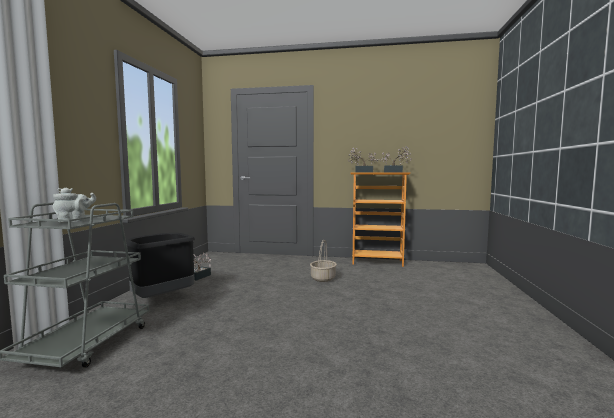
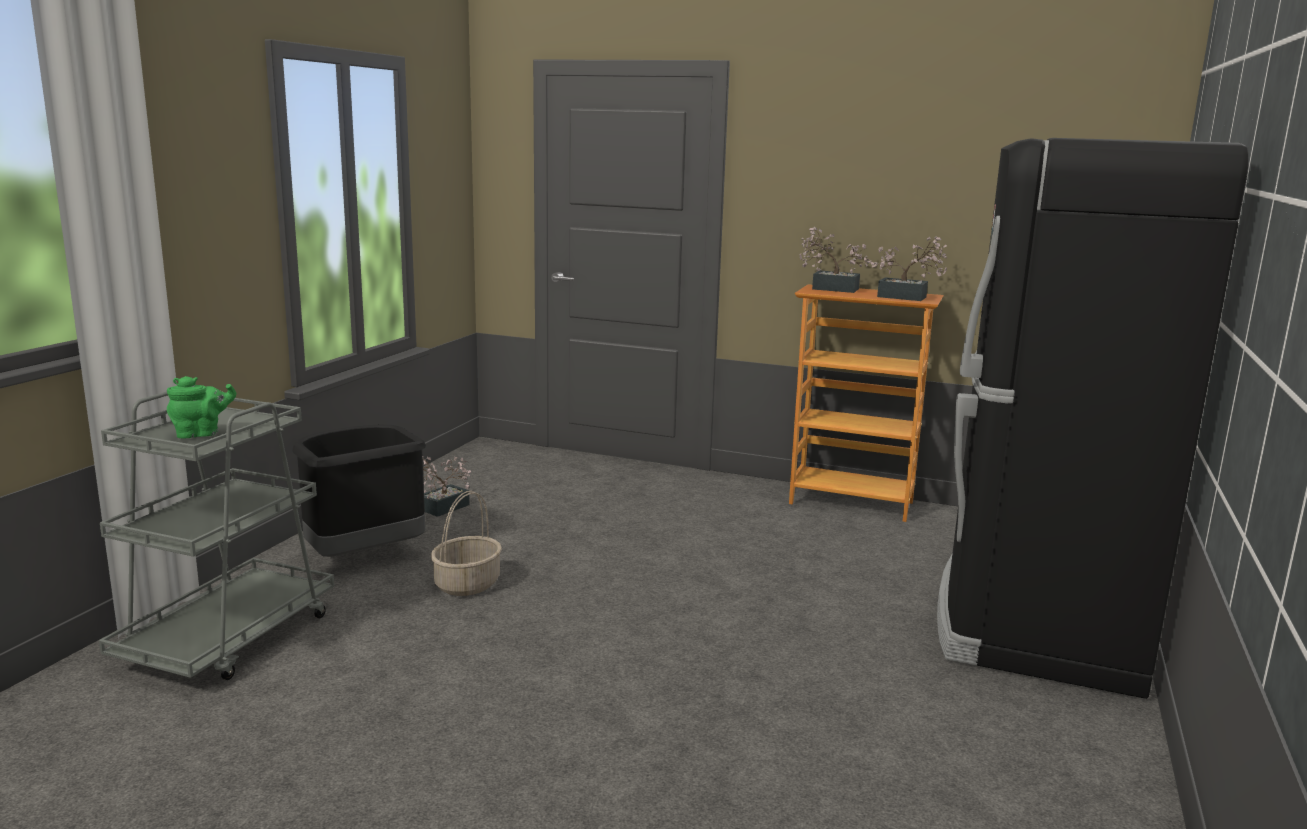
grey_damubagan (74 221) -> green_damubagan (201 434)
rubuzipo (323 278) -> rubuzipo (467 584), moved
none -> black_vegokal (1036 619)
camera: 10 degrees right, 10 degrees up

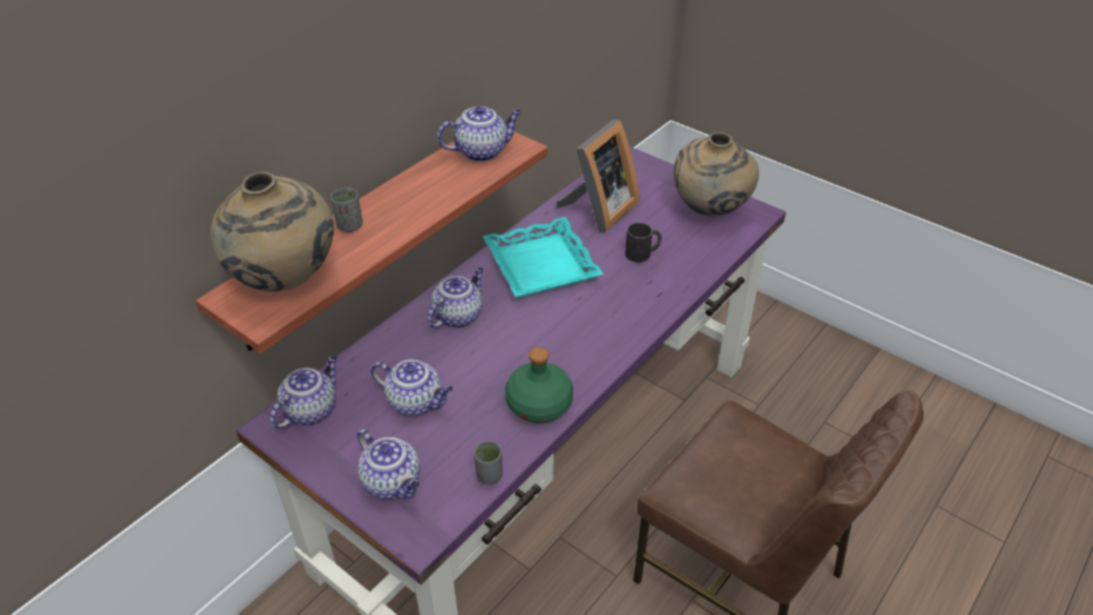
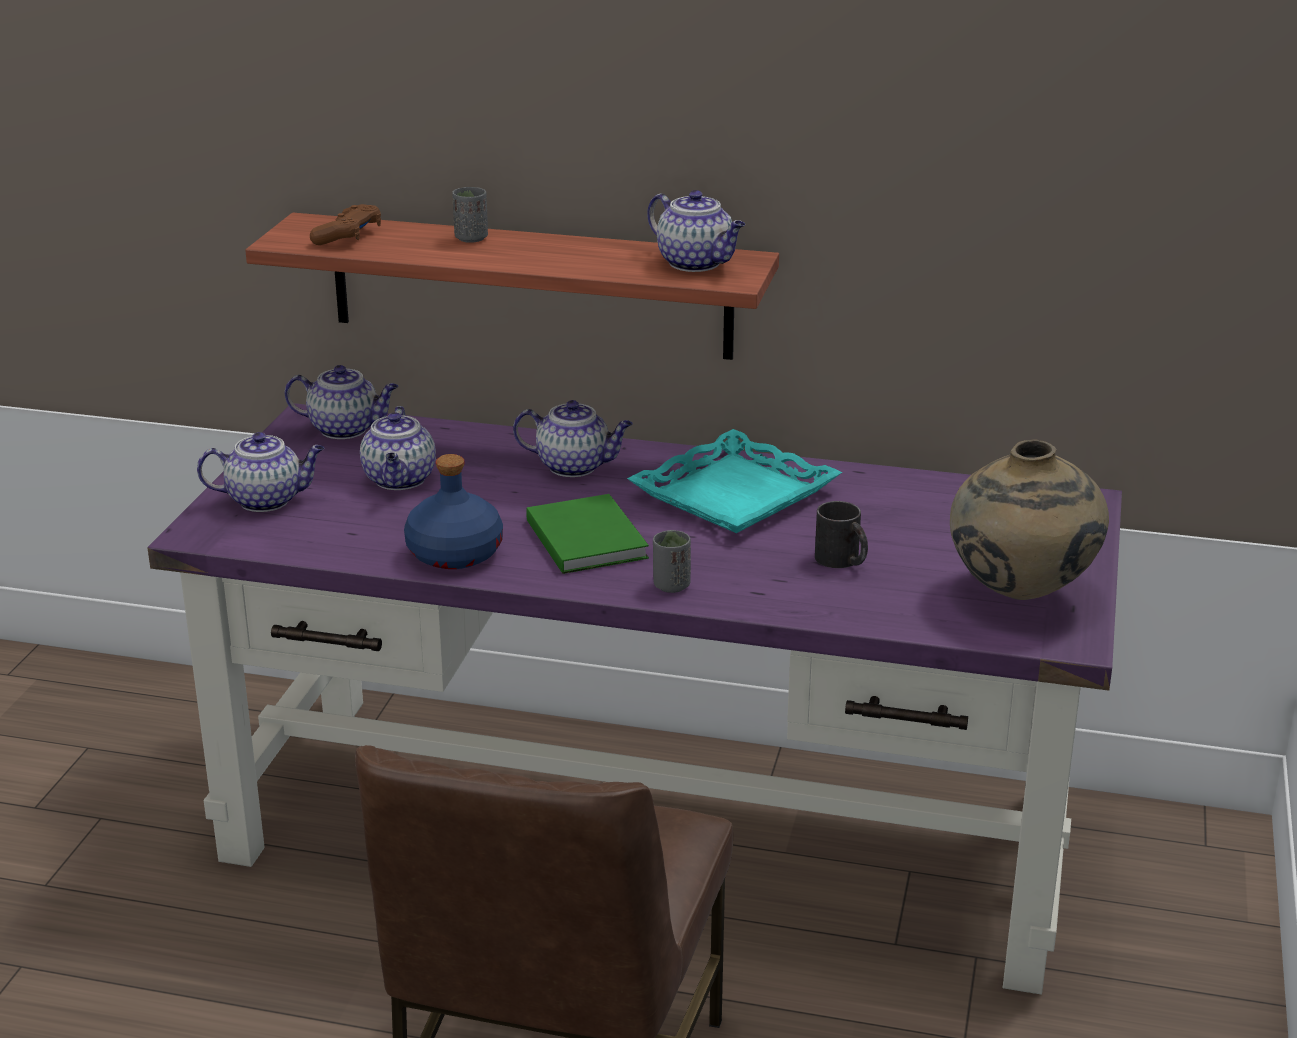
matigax (599 210) -> none
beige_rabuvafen (287 282) -> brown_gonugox (348 236)
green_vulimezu (538 404) -> blue_vulimezu (453 553)
damubagan (393 483) -> damubagan (267 500), 120 degrees counterclockwise
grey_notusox (489 475) -> grey_notusox (671 586), moved
none -> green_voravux (587 537)
camera: 65 degrees right, 15 degrees down

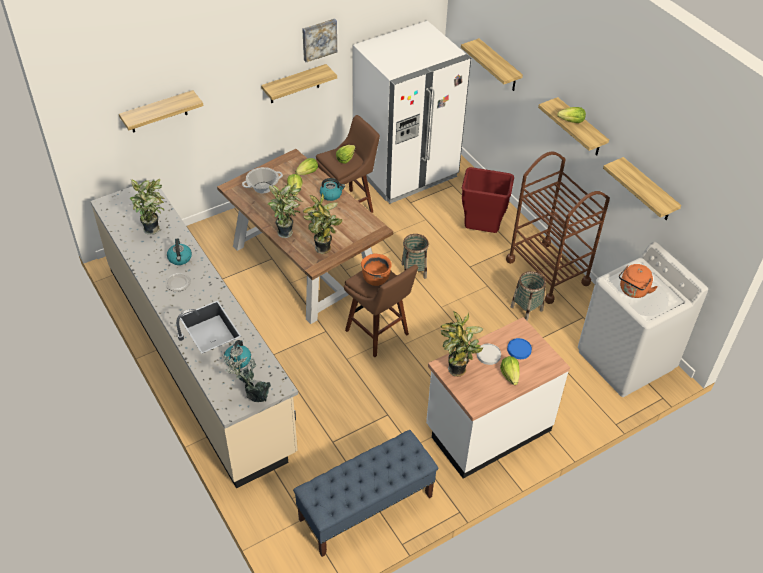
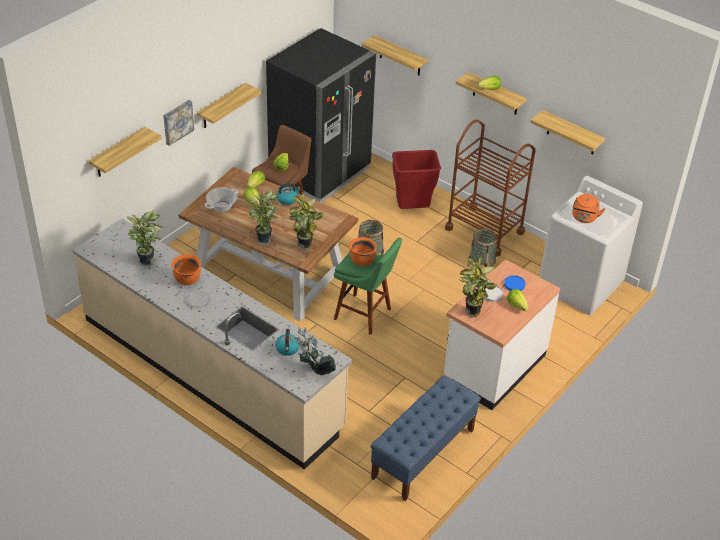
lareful (319 39) -> lareful (177 121), moved
white_vegokal (405 172) -> black_vegokal (320 173)
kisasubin (180 258) -> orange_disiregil (187 279)
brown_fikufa (379 334) -> green_fikufa (365 315)
camera: 20 degrees left, 5 degrees down

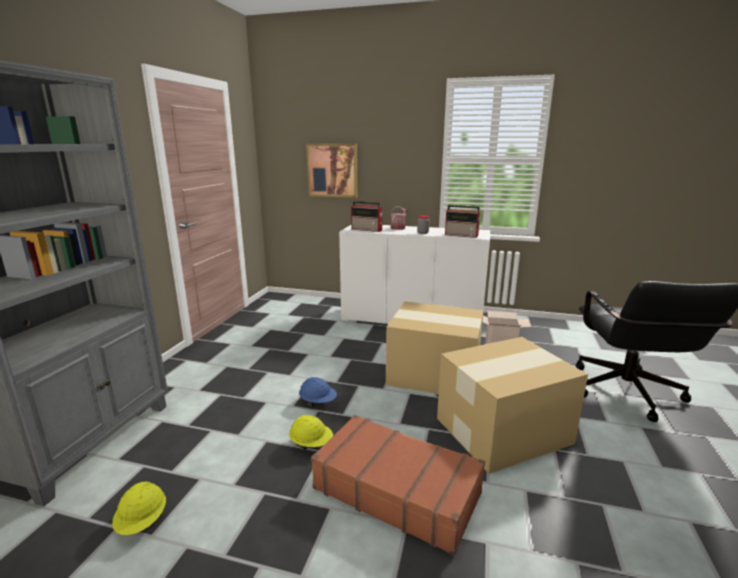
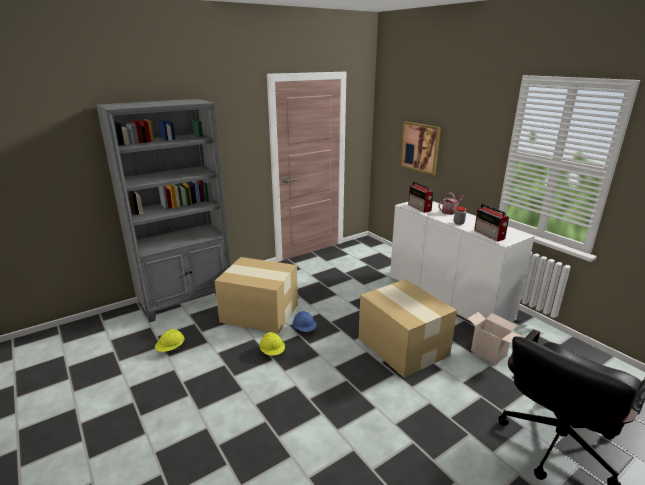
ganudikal (501 430) -> ganudikal (259 312), moved
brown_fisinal (396 490) -> none
camera: 40 degrees right, 5 degrees up

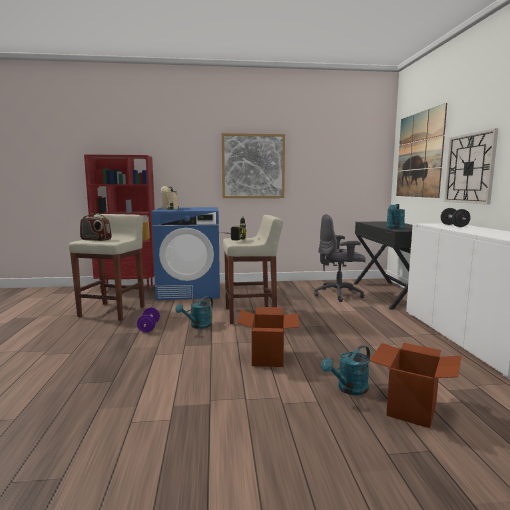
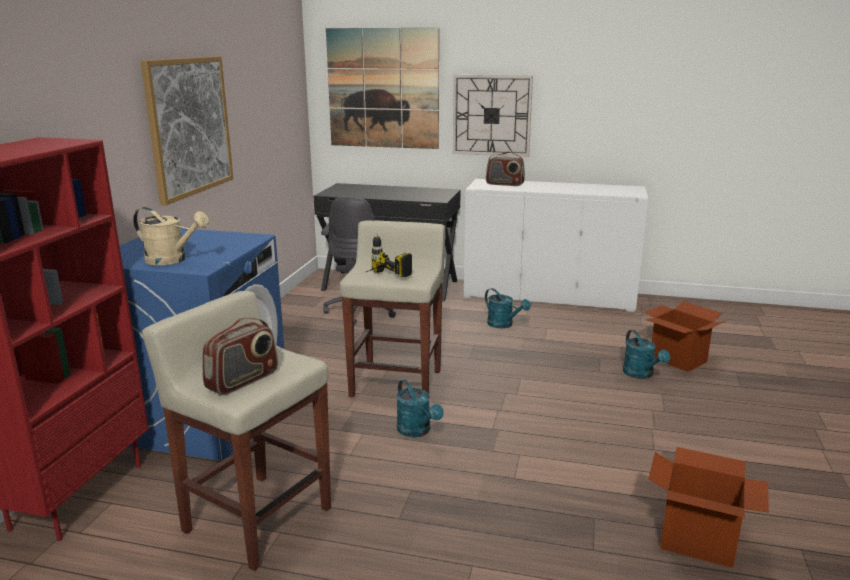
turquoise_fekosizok (394 228) -> turquoise_fekosizok (504 325), moved
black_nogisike (454 225) -> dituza (504 184)
ganudikal (268 358) -> ganudikal (698 541), moved
purple_nogisike (149 327) -> none
camera: 70 degrees left, 10 degrees up

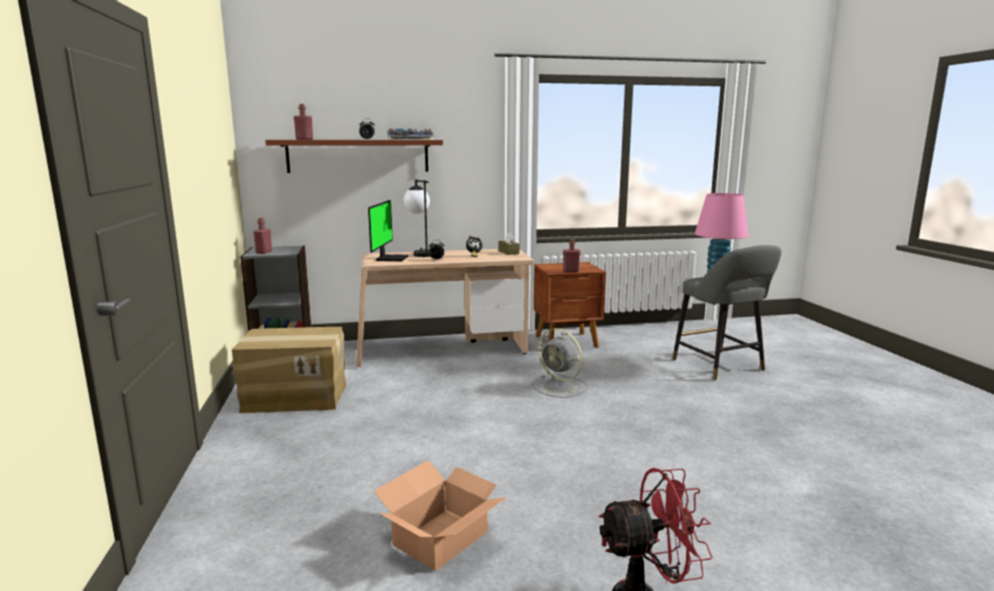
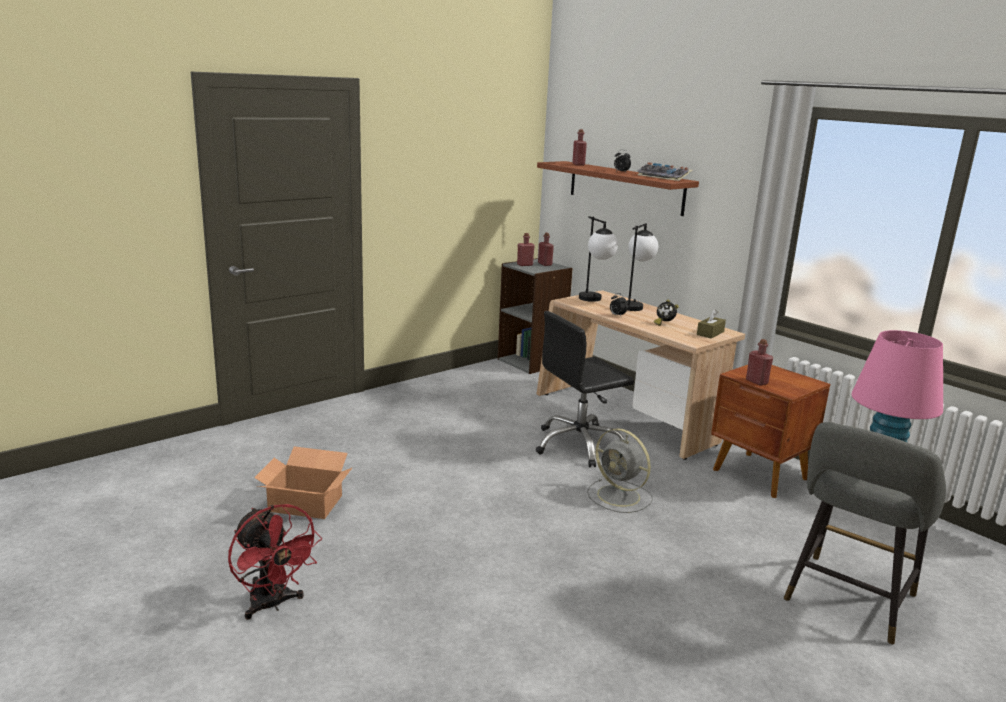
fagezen (390 258) -> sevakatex (594 301)
ganudikal (295 396) -> none
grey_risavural (560 387) -> grey_risavural (620 496), 60 degrees counterclockwise
none -> red_vulimezu (545 264)
none -> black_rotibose (579 445)
camera: 60 degrees right, 5 degrees up

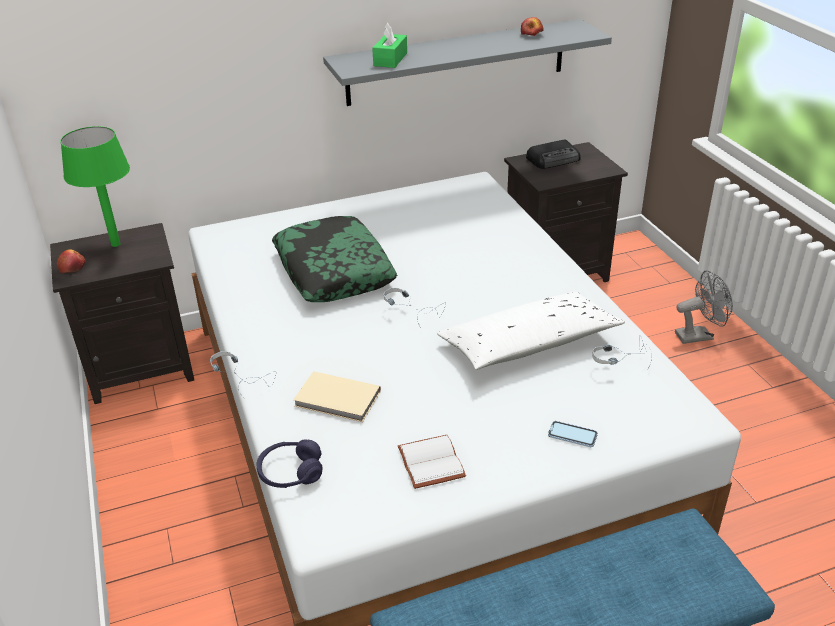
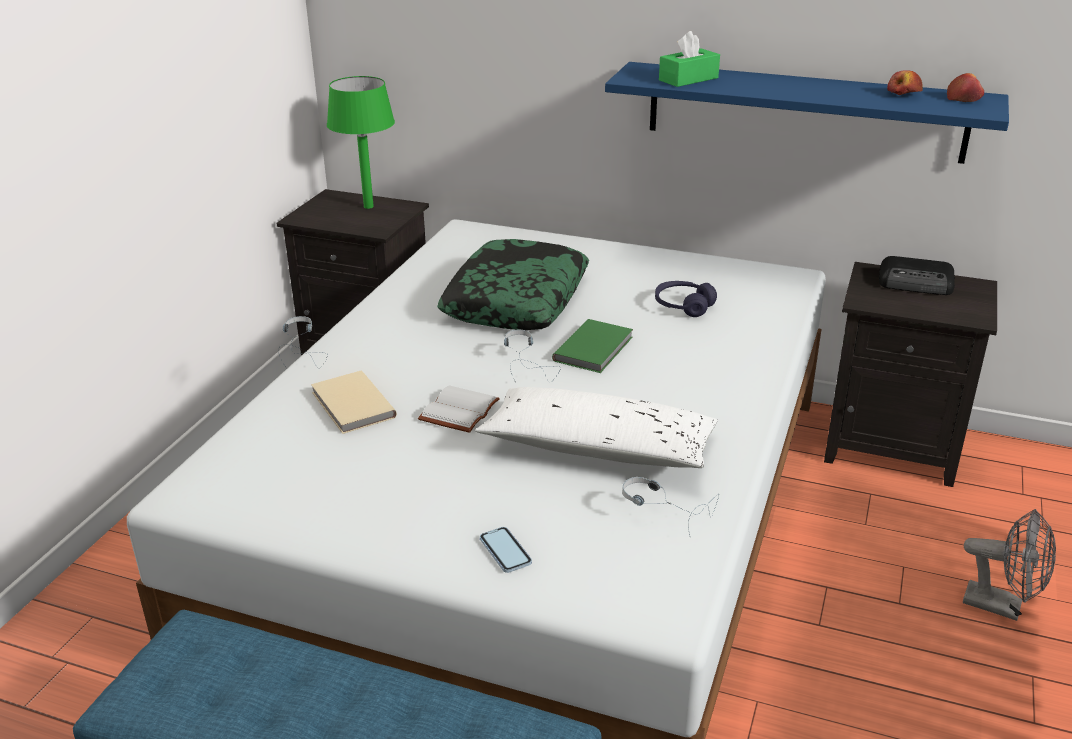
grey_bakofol (457 62) -> blue_bakofol (804 111)
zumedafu (72 266) -> zumedafu (964 98), moved
white_voravux (429 462) -> white_voravux (458 410), moved
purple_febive (290 472) -> purple_febive (683 306), moved
none -> green_voravux (595 348)
camera: 40 degrees right, 5 degrees down

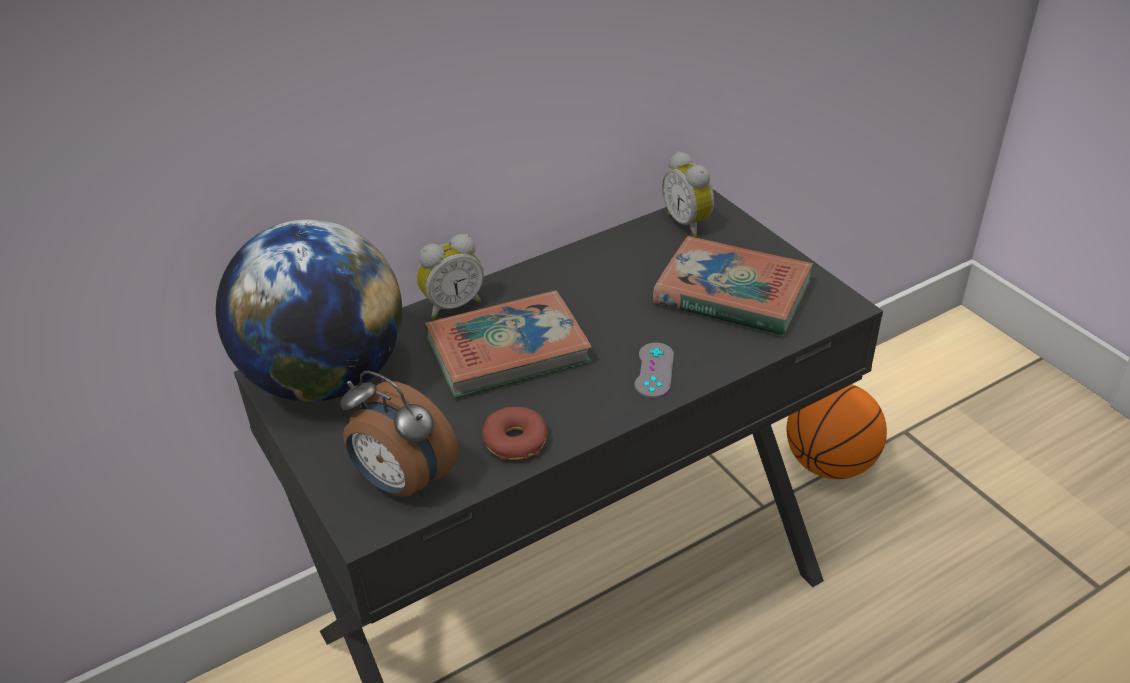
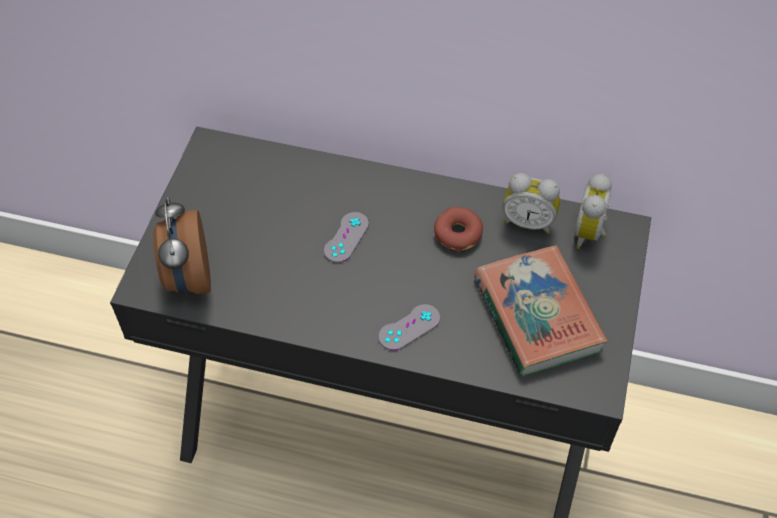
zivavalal (326 378) -> none
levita (452 305) -> levita (528 221), moved
voravux (508 351) -> grey_gonugox (346 237)
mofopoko (829 463) -> none
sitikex (515 441) -> sitikex (458 234), moved
camera: 45 degrees right, 15 degrees up

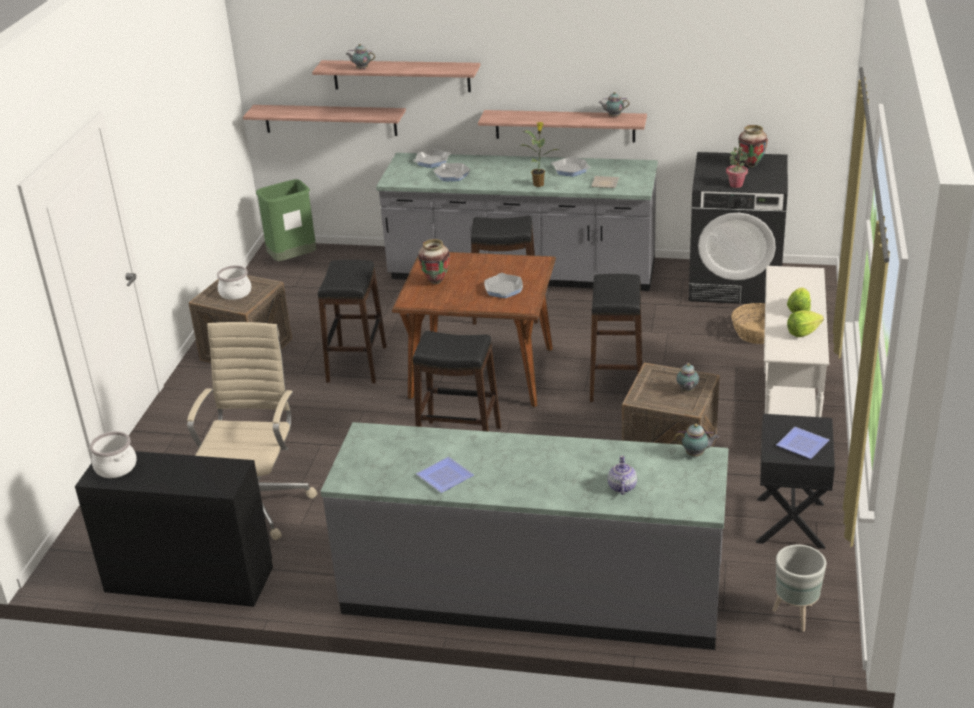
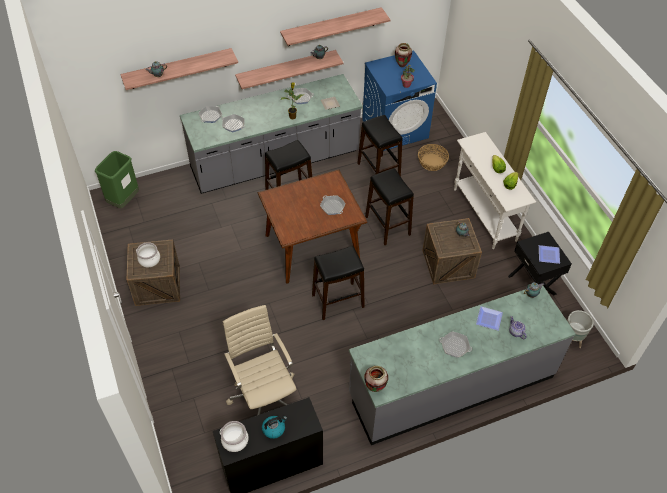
bakofol (330 120) -> bakofol (331 27), moved
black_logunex (735 283) -> blue_logunex (395 128)
rabuvafen (436 282) -> rabuvafen (375 388), moved
black_fikufa (356 364) -> black_fikufa (378 171), moved
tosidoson (445 475) -> tosidoson (488 318), moved
none -> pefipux (455 346)
none -> kisasubin (274 429)
camera: 35 degrees left, 20 degrees up

